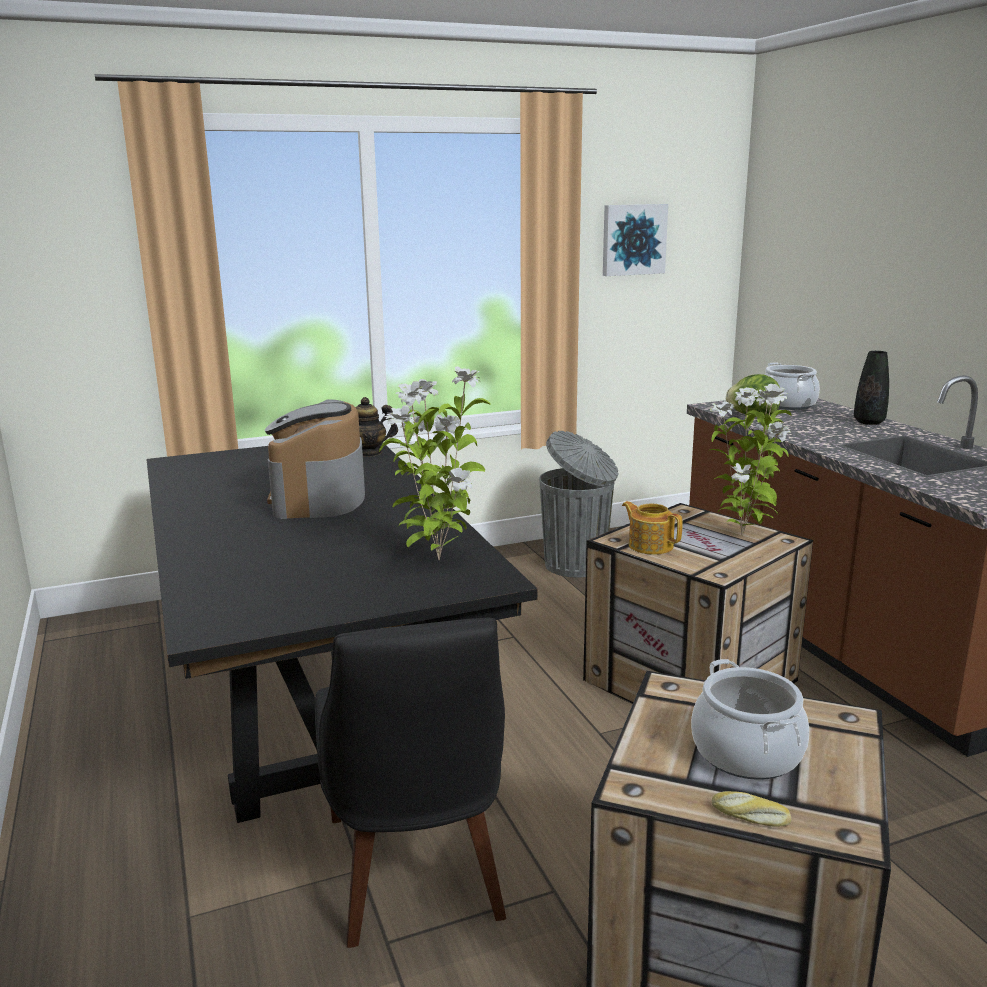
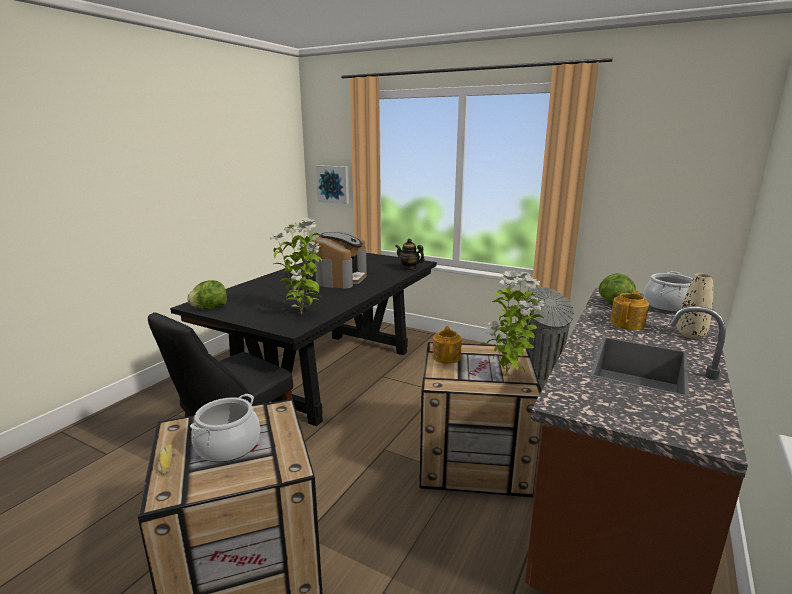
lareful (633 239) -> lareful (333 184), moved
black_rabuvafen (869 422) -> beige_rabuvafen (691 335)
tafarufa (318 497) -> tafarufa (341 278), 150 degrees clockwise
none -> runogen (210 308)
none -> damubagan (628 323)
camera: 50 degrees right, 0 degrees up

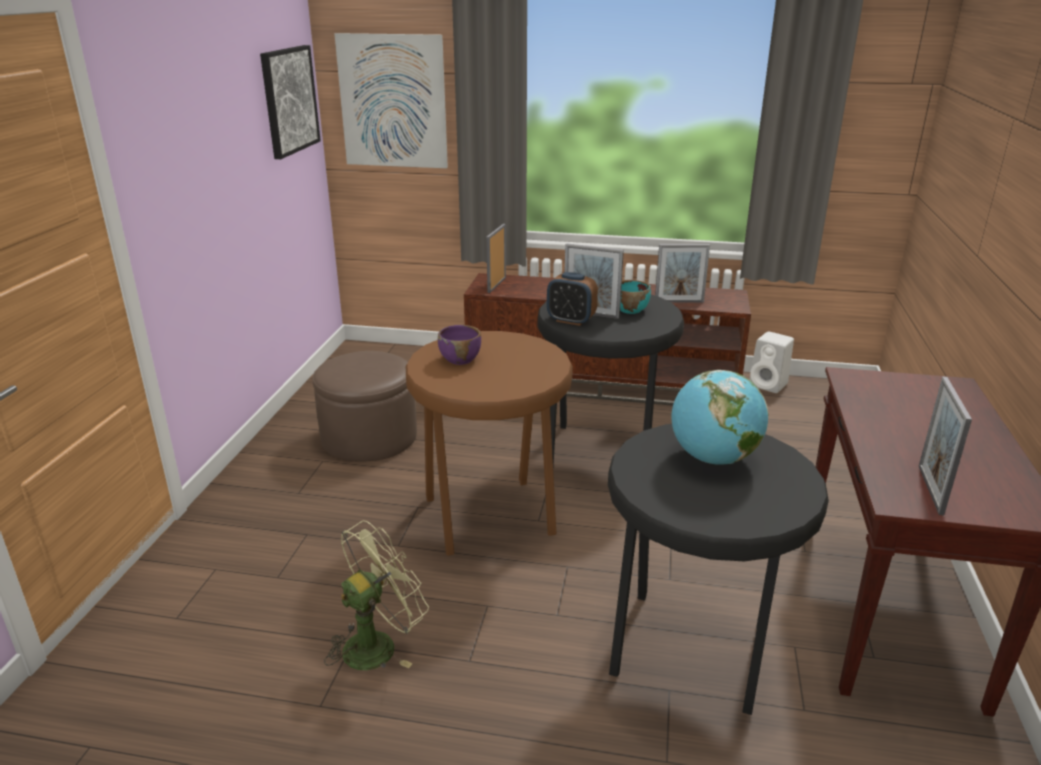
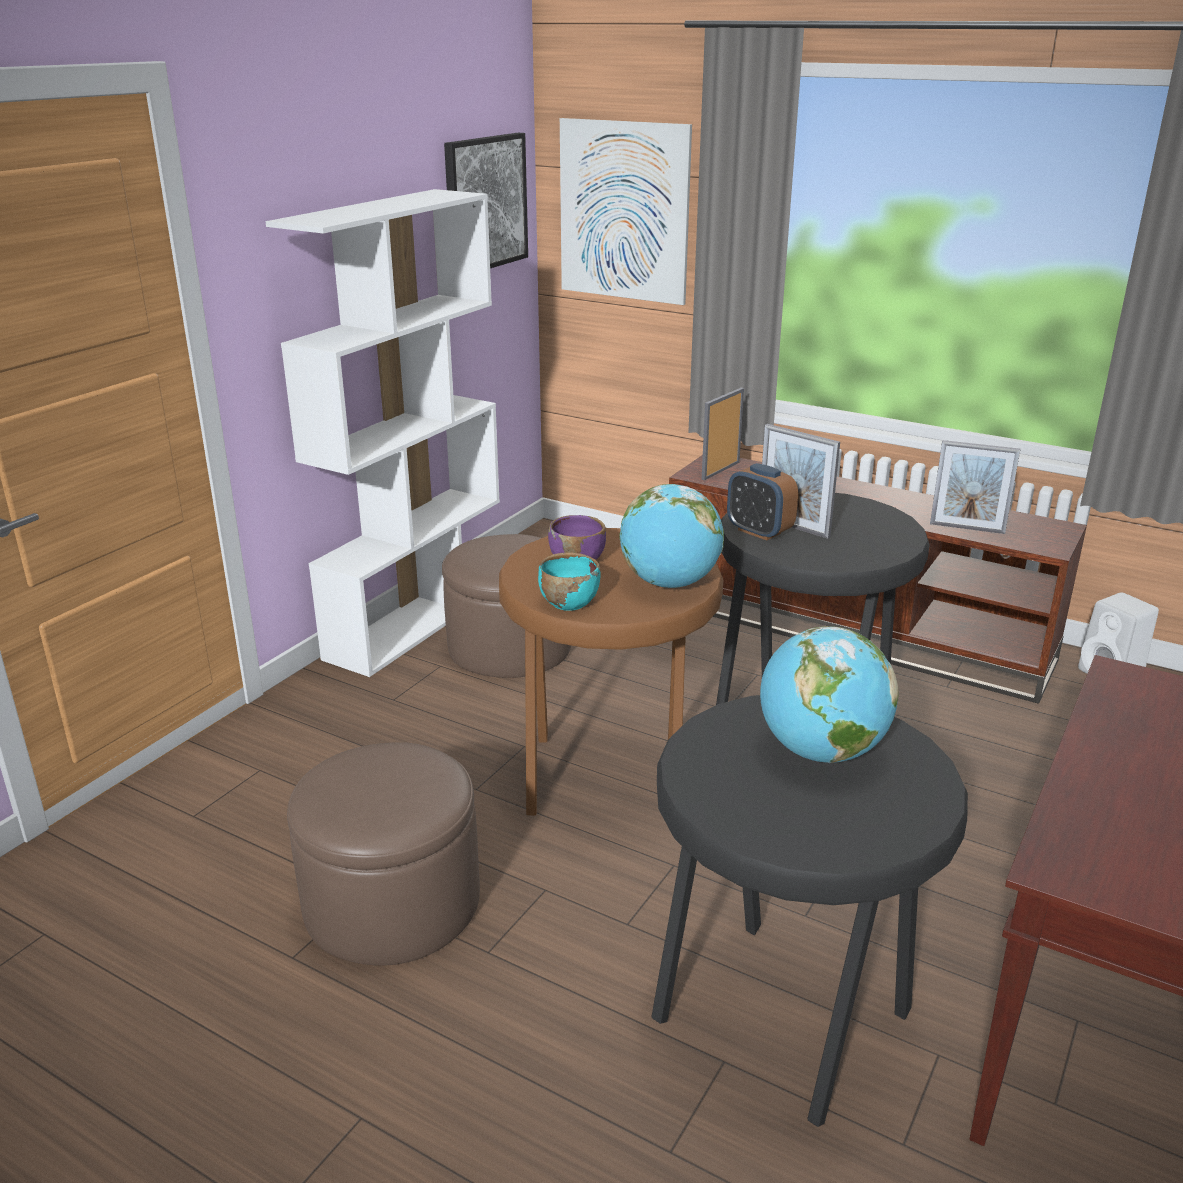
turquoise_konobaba (630 310) -> turquoise_konobaba (568 602), moved
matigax (930 489) -> none
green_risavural (378 643) -> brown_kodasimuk (392 902)
none -> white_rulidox (417 620)
none -> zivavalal (670 583)
camera: 20 degrees right, 0 degrees up

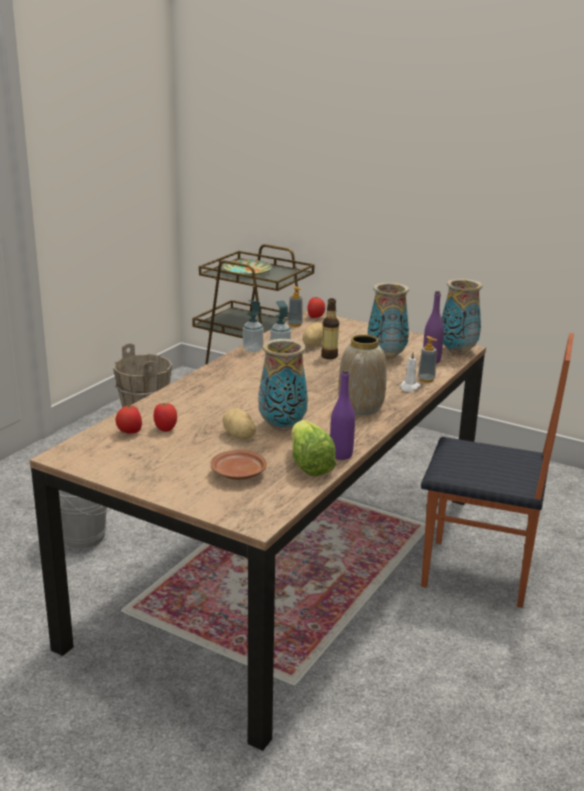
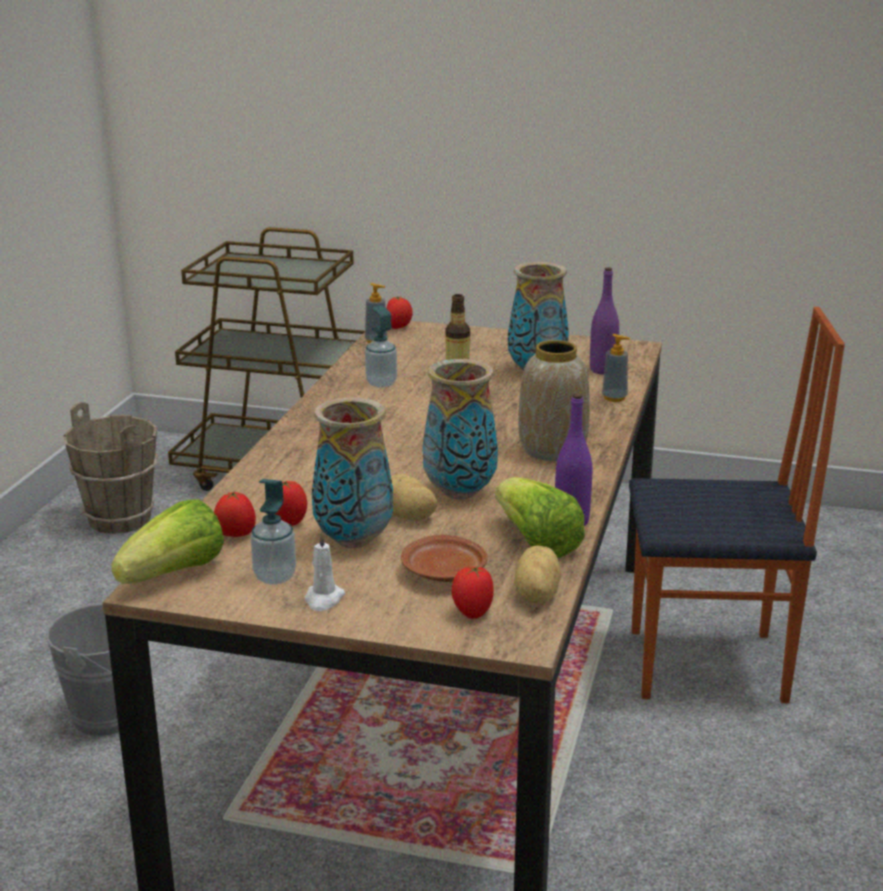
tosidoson (247 271) -> none
rabuvafen (458 351) -> rabuvafen (355 540), moved
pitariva (253 349) -> pitariva (275 577), moved
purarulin (312 344) -> purarulin (534 595), moved
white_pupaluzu (409 387) -> white_pupaluzu (323 599), moved
none -> runogen (175 574)
none -> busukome (472 613)
camera: 15 degrees left, 0 degrees up

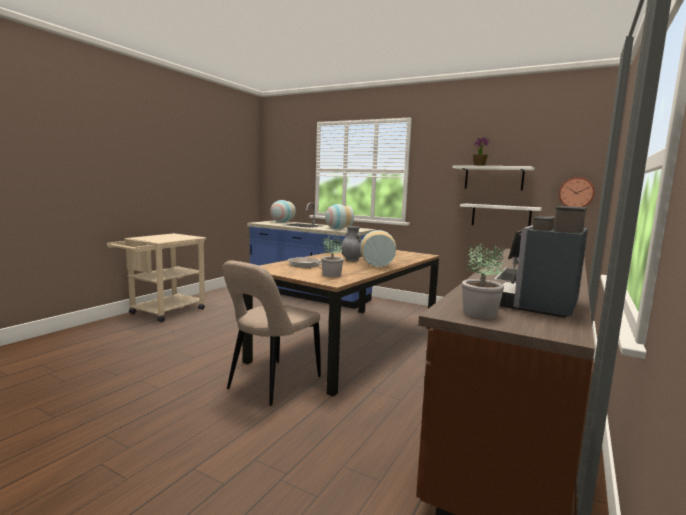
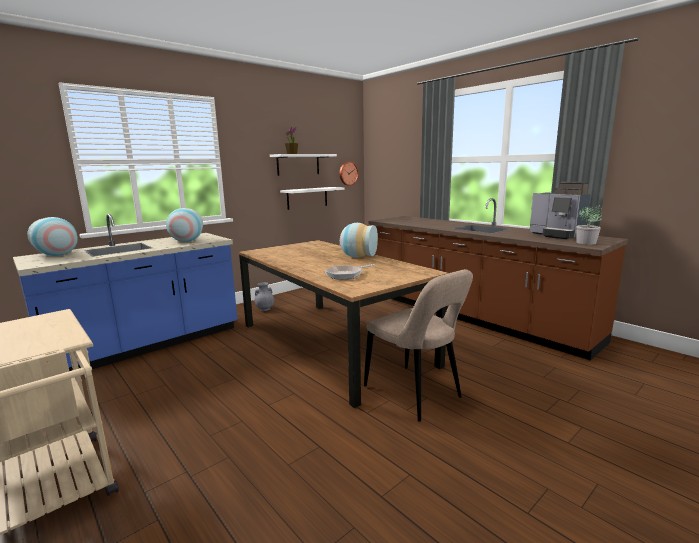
grey_rabuvafen (351 260) -> grey_rabuvafen (264 309), moved
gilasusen (331 275) -> none
camera: 70 degrees left, 5 degrees up

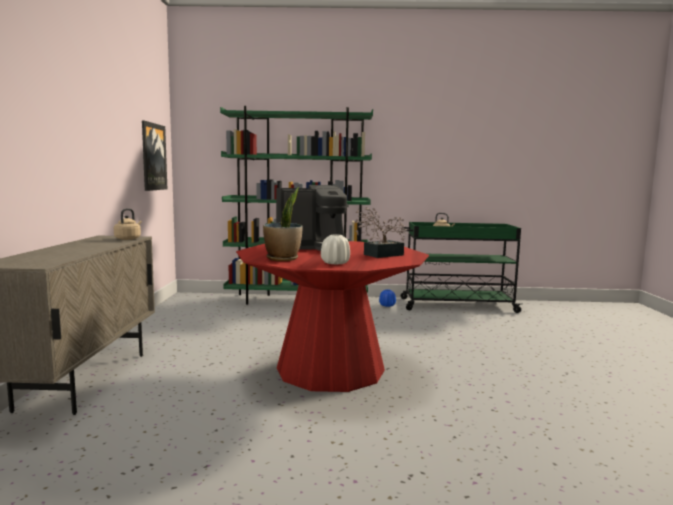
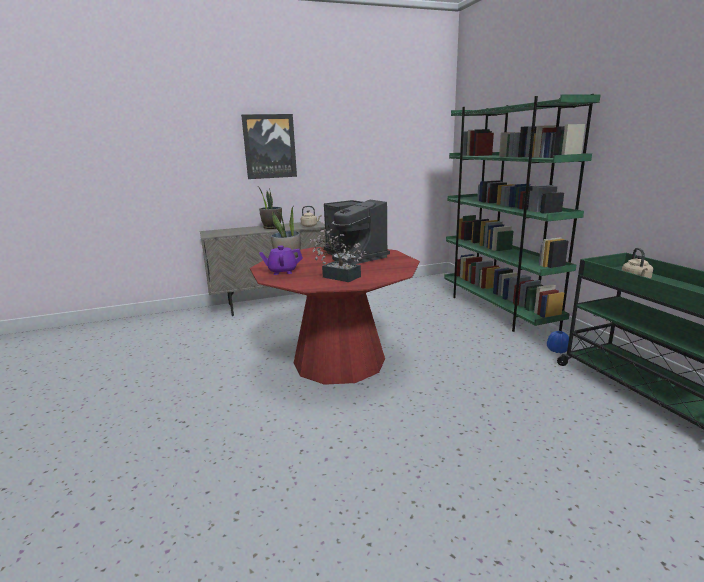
lareful (153 157) -> lareful (269 146), moved
white_rabuvafen (335 263) -> purple_damubagan (282 271)
none -> gilasusen (272 227)
camera: 70 degrees right, 10 degrees up

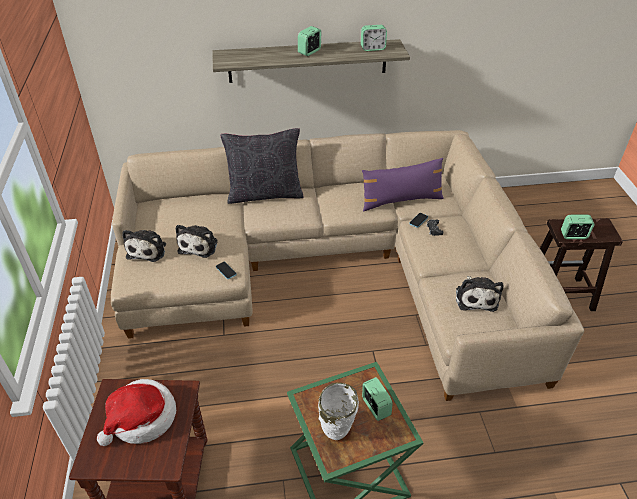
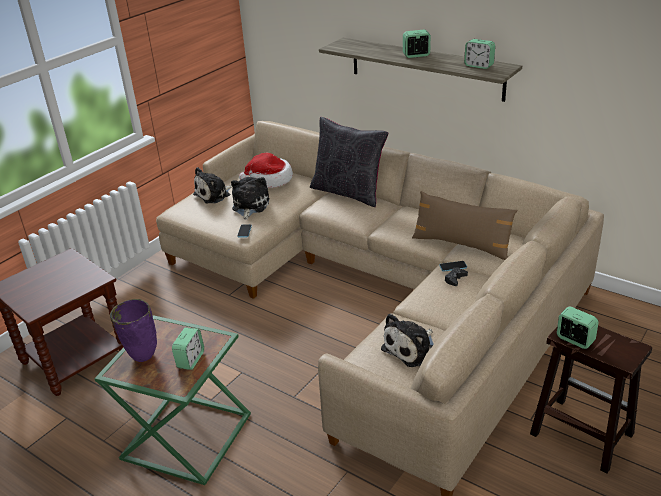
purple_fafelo (401 200) -> brown_fafelo (461 245)
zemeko (199 245) -> zemeko (249 206), 135 degrees clockwise
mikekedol (141 418) -> mikekedol (269 180), moved
white_rabuvafen (336 434) -> purple_rabuvafen (142 358)
camera: 45 degrees right, 10 degrees down

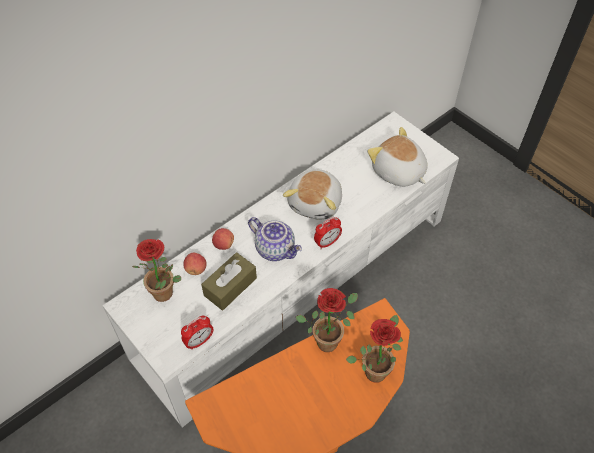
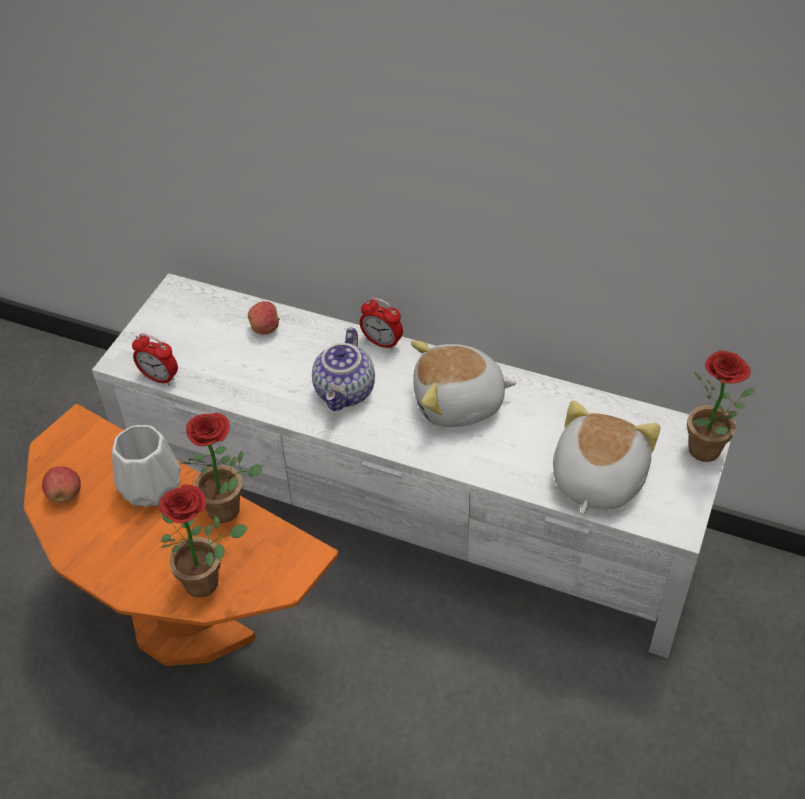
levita (327 243) -> levita (382 342), moved
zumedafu (223 245) -> zumedafu (65 494), moved
gilasusen (167 294) -> gilasusen (707 455), moved
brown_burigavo (230 286) -> none
none -> white_rabuvafen (152 486)
camera: 65 degrees right, 5 degrees down

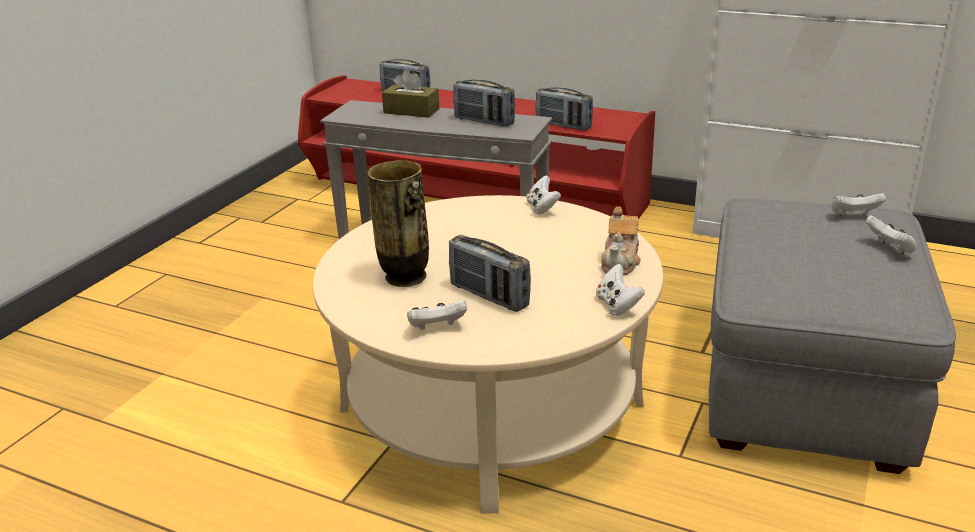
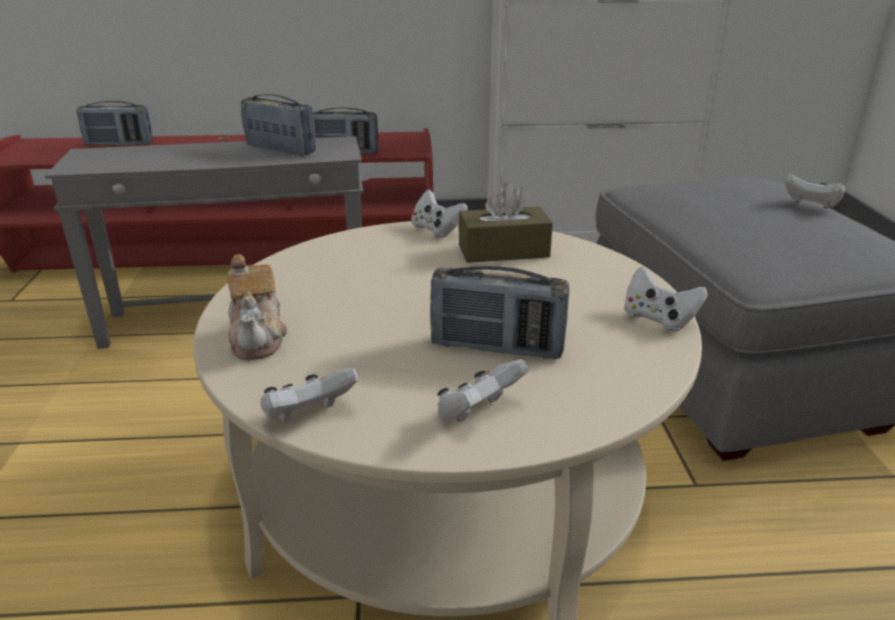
brown_burigavo (411 111) -> brown_burigavo (503 251), moved
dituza (484 121) -> dituza (280 149), 150 degrees counterclockwise
rabuvafen (405 278) -> none
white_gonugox (853 215) -> white_gonugox (308 415), moved
damubagan (620 263) -> damubagan (258 338), moved
camera: 30 degrees left, 0 degrees up

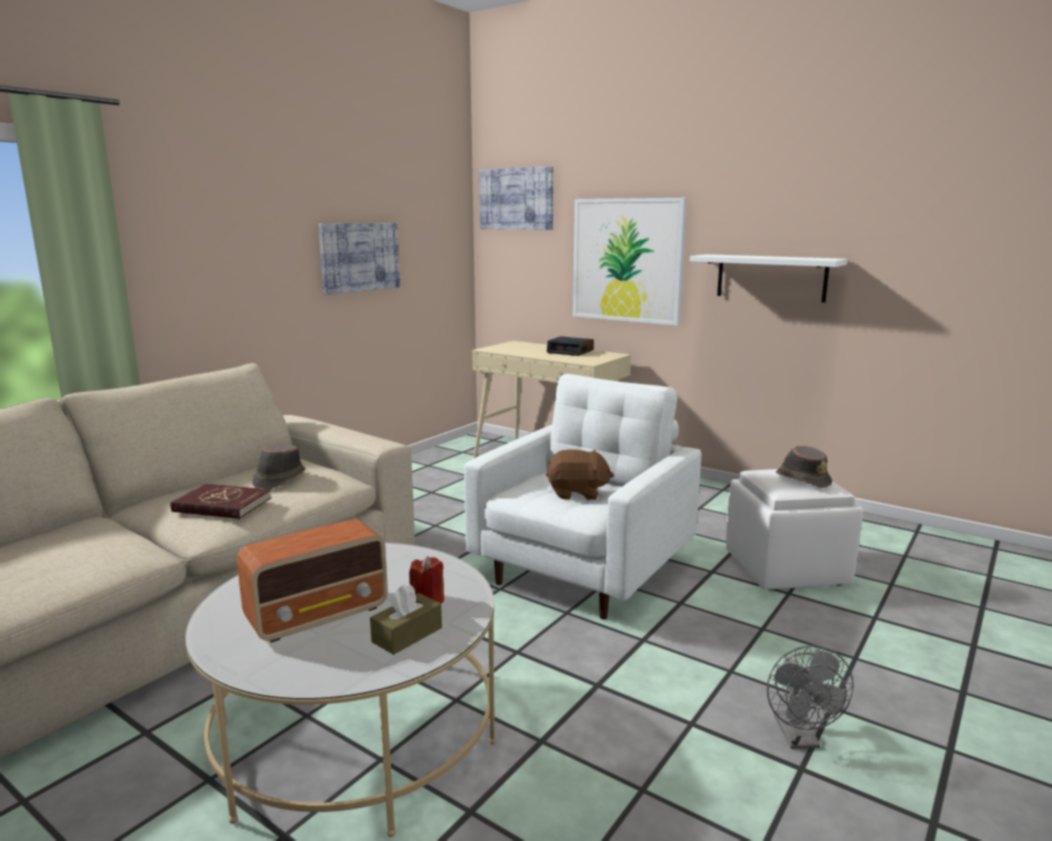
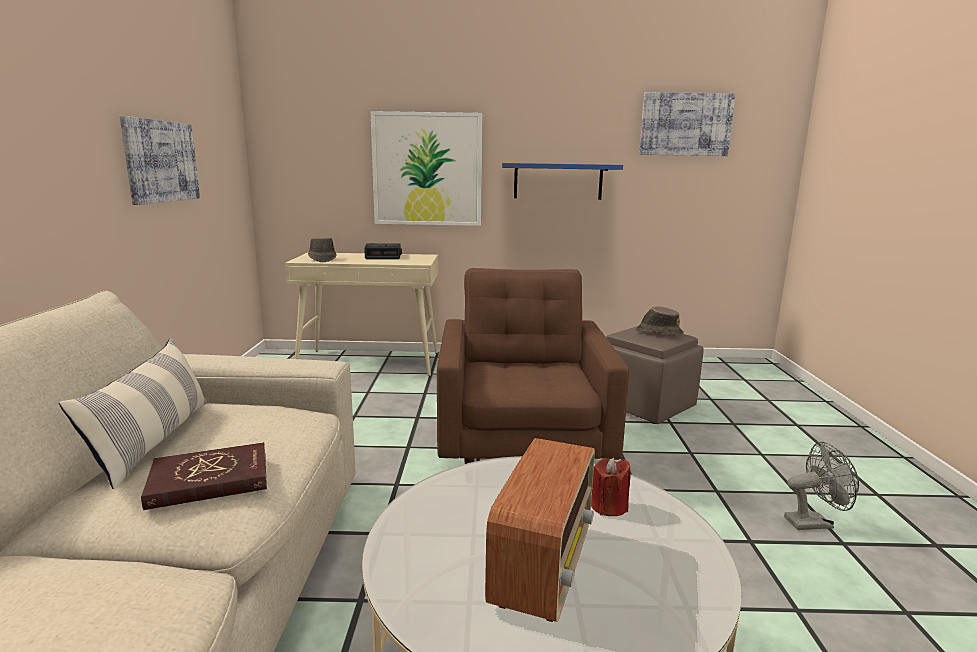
lareful (516 199) -> lareful (685 124), moved
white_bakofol (771 277) -> blue_bakofol (558 181)
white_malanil (585 571) -> brown_malanil (523 448)
brown_mikekedol (279 479) -> brown_mikekedol (322 259), moved
brown_zemeko (577 493) -> none
white_kodasimuk (787 569) -> brown_kodasimuk (646 405)
brown_burigavo (407 635) -> none
grey_risavural (800 739) -> grey_risavural (814 522), 60 degrees counterclockwise
none -> fafelo (154 441)
camera: 35 degrees left, 0 degrees up

